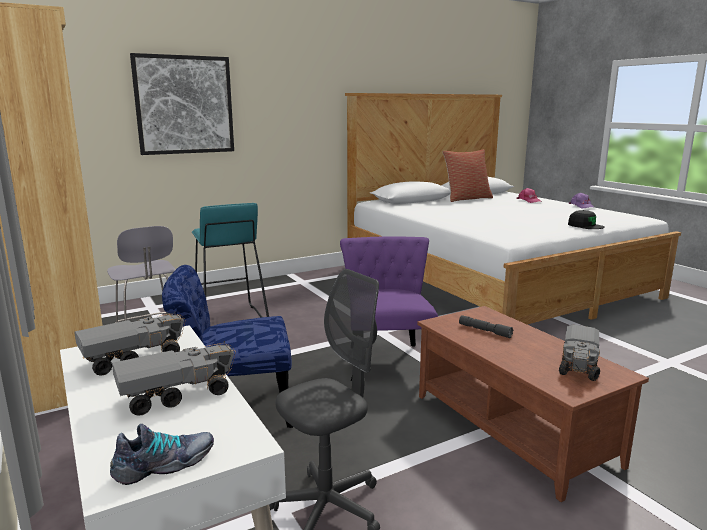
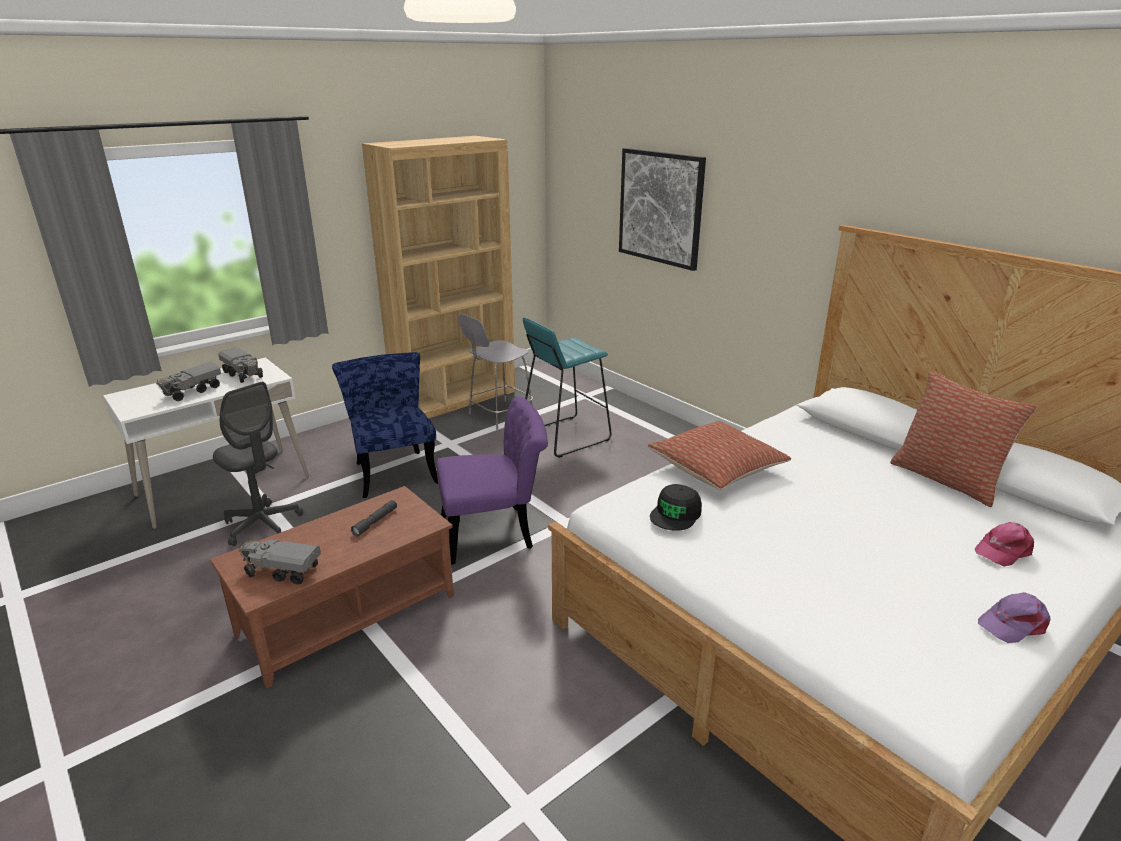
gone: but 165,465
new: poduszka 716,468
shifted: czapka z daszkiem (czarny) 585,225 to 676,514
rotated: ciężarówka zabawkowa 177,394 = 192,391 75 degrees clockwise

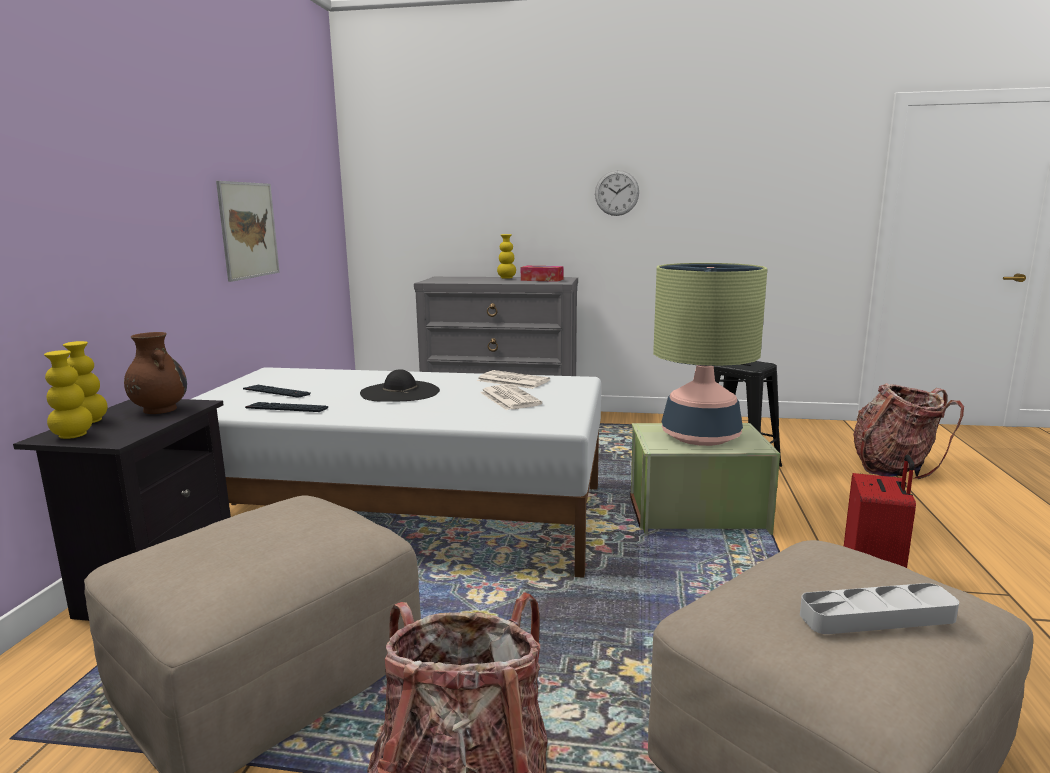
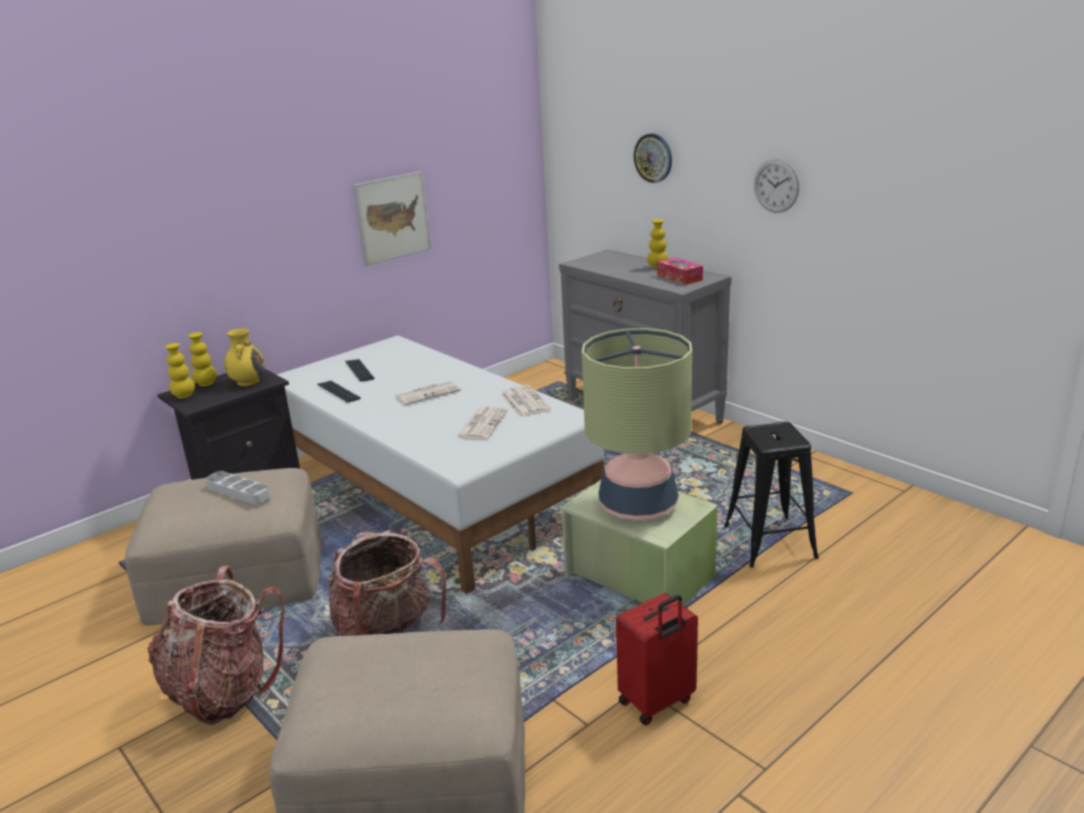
new: zegar ścienny 653,158
shifted: taca (szary) 877,616 to 238,491; plecak 893,467 to 387,632
swapped: kapelusz (czarny) 400,392 to gazeta 428,393
repainted: wazon (brązowy) 159,409 to wazon (żółty) 248,381

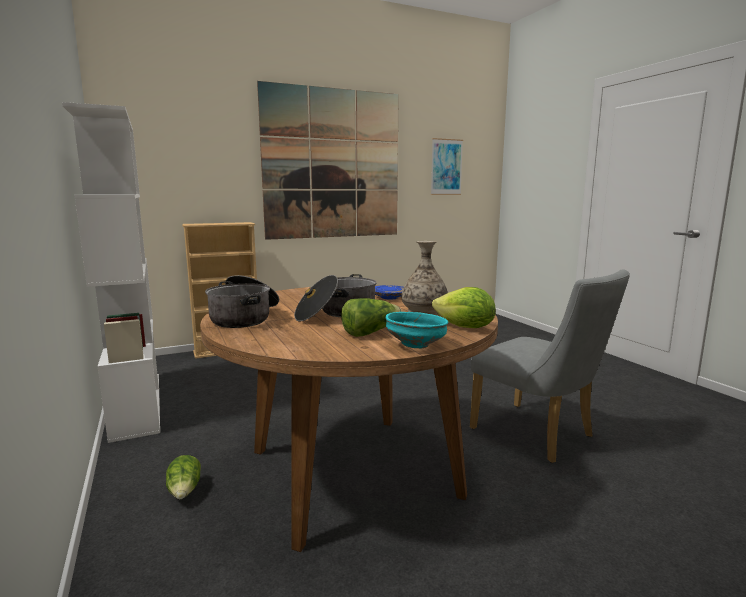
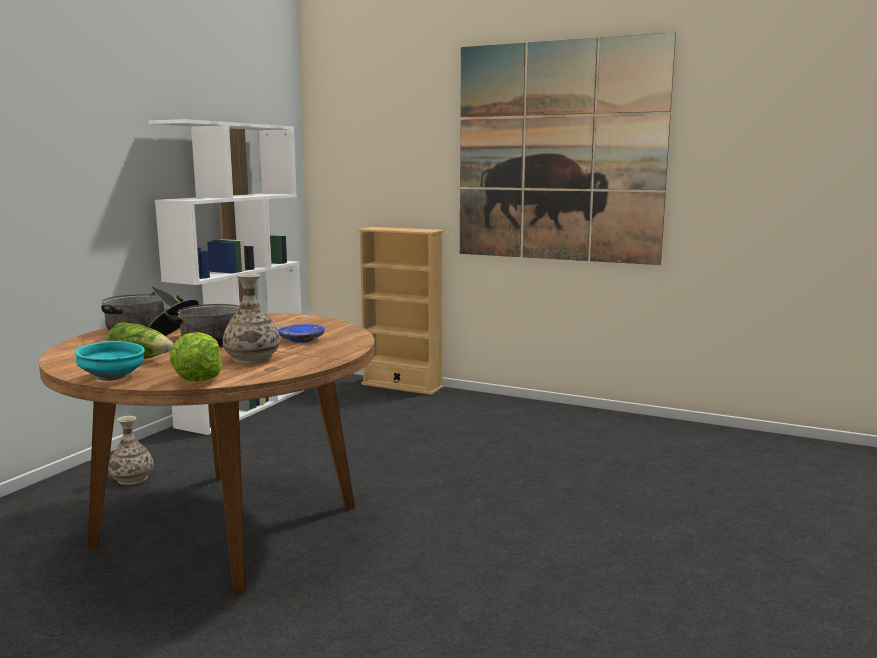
gone: obraz 446,167; krzesło (szary) 539,435
swapped: sałata 185,491 to wazon 132,479

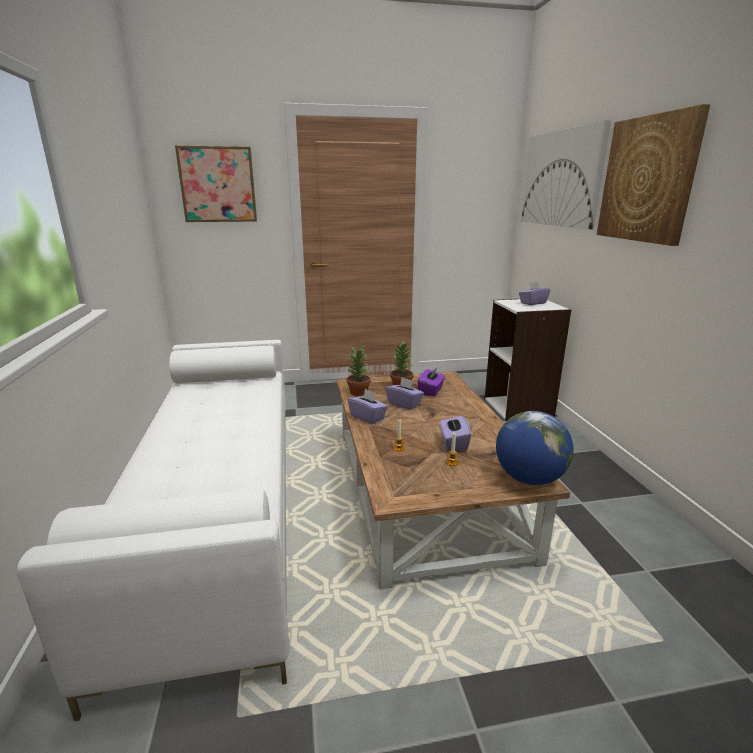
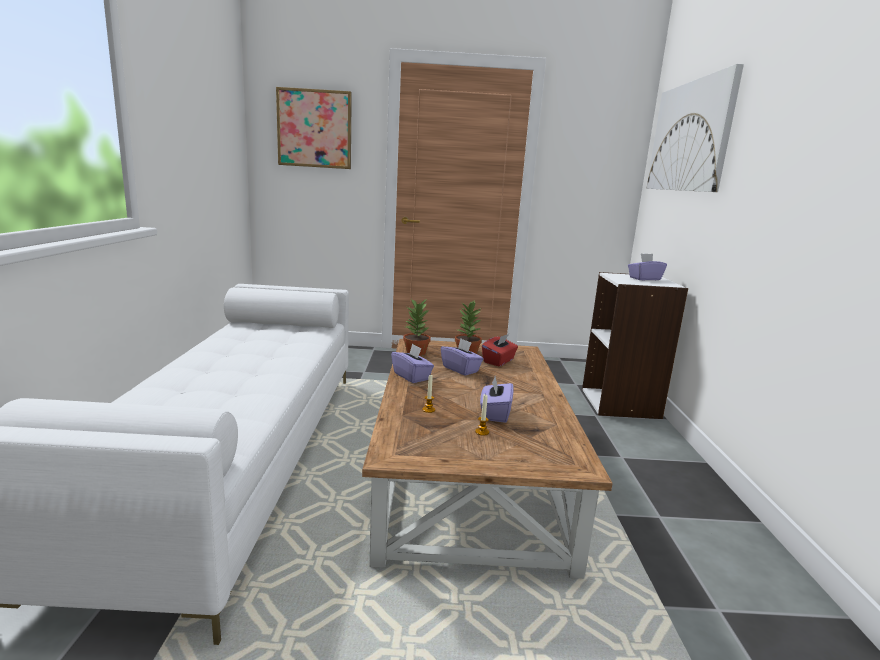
gone: globus 529,478; obraz 648,179
repainted: pudełko chusteczek (fioletowy) 431,391 to pudełko chusteczek (czerwony) 499,361

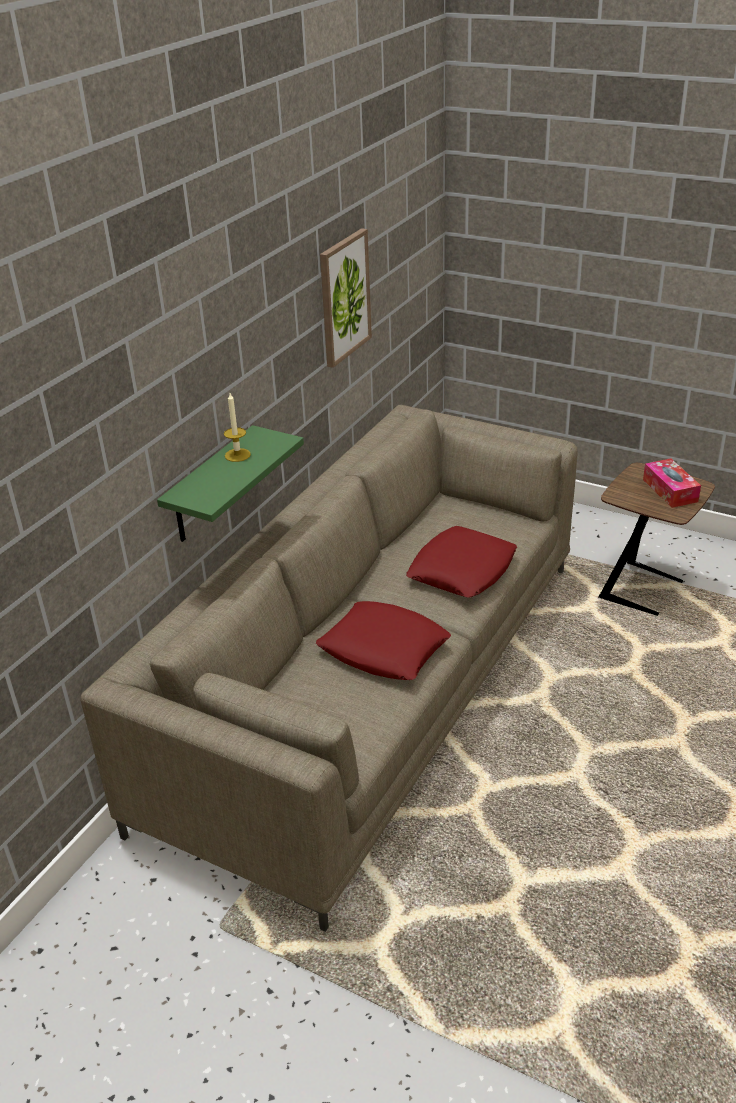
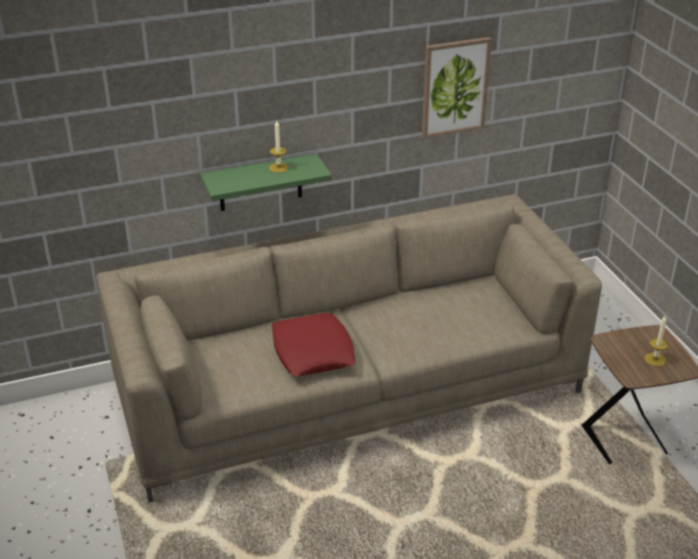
gone: poduszka (czerwony) 462,570
swapped: pudełko chusteczek 670,490 to świeca 655,359

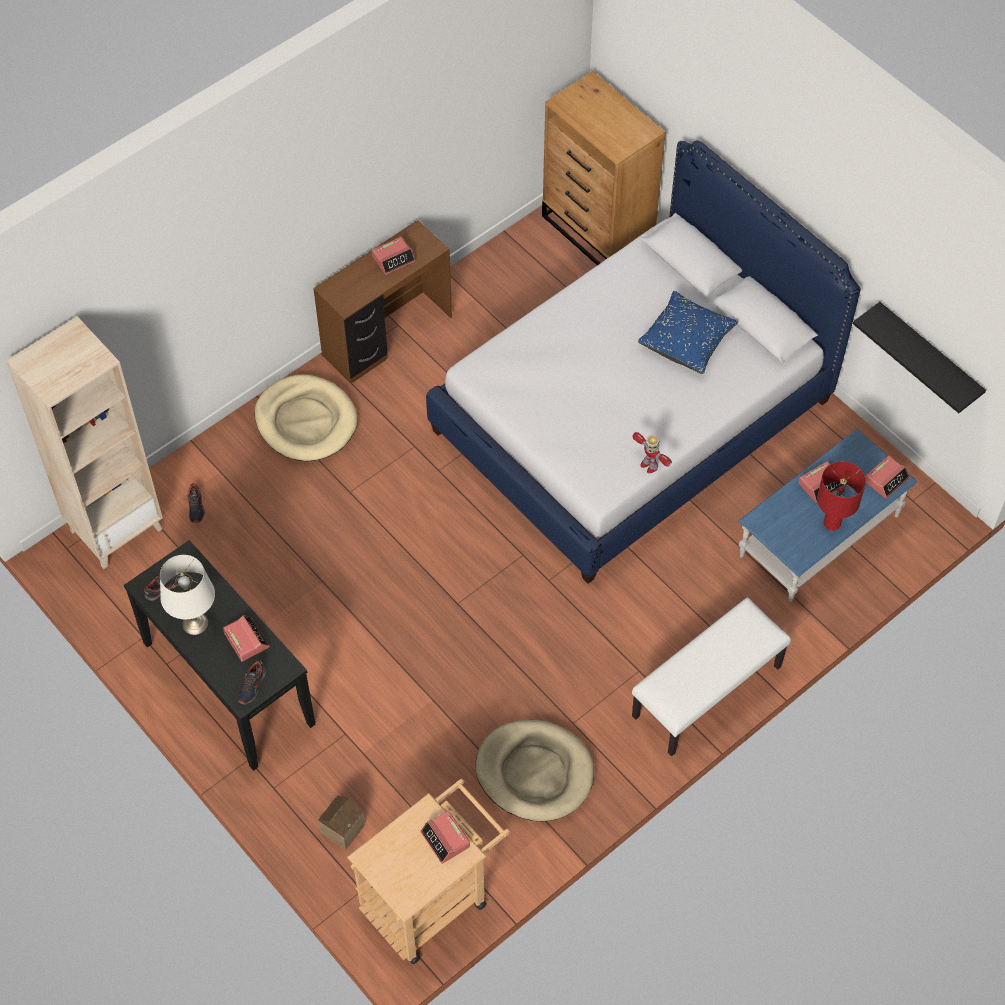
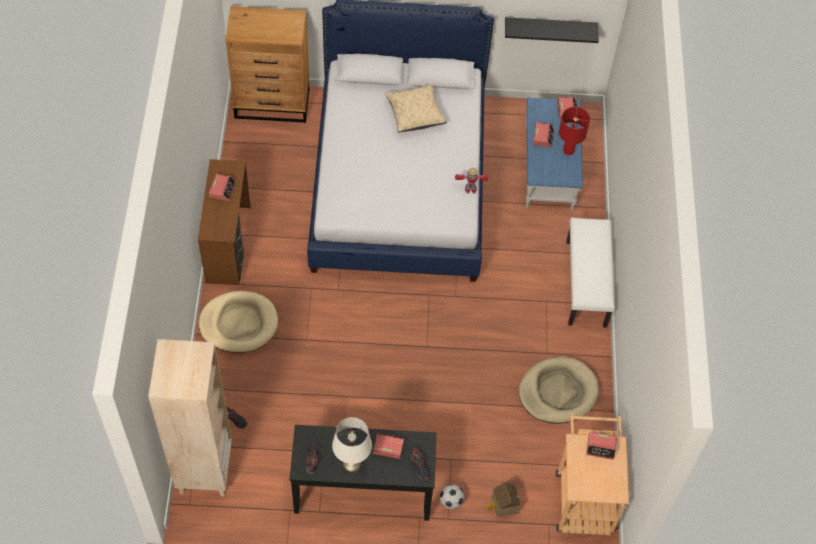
new: piłka futbolowa 451,501
repainted: poduszka (niebieski) 686,341 to poduszka (beżowy) 415,114

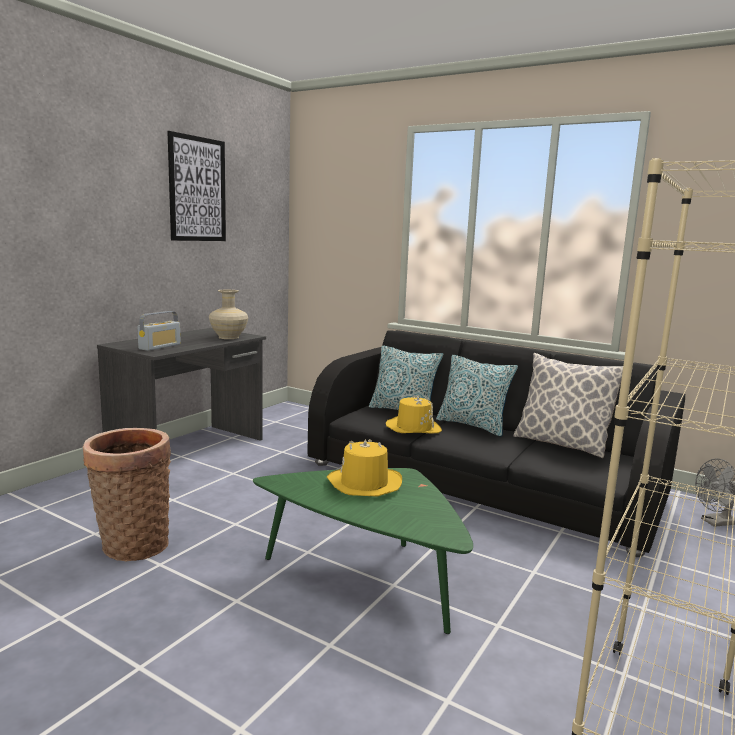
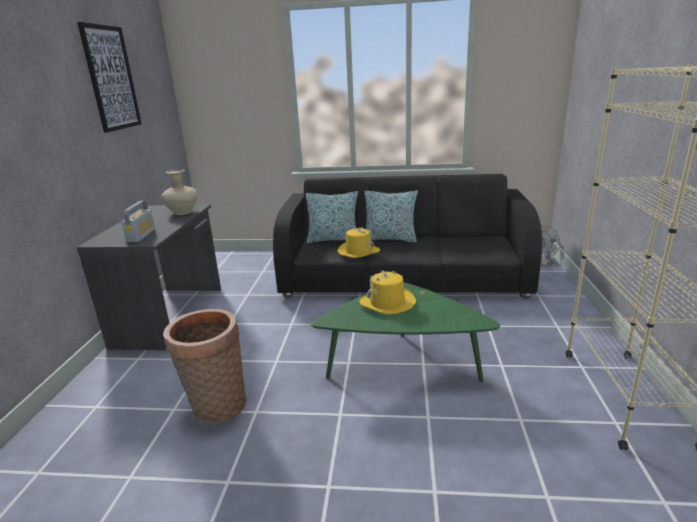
gone: poduszka 561,444

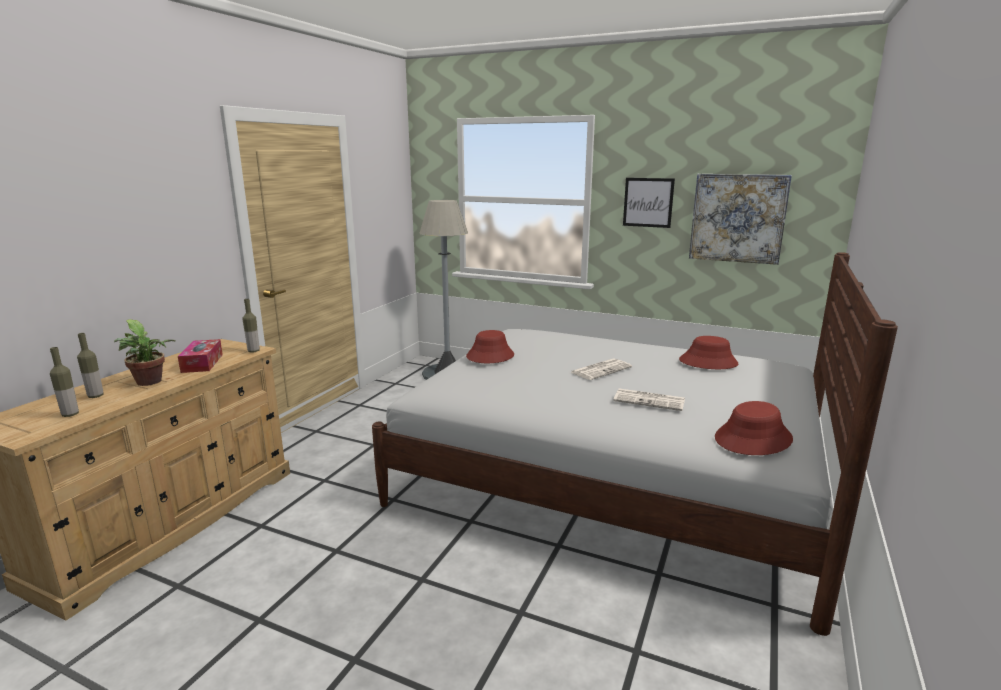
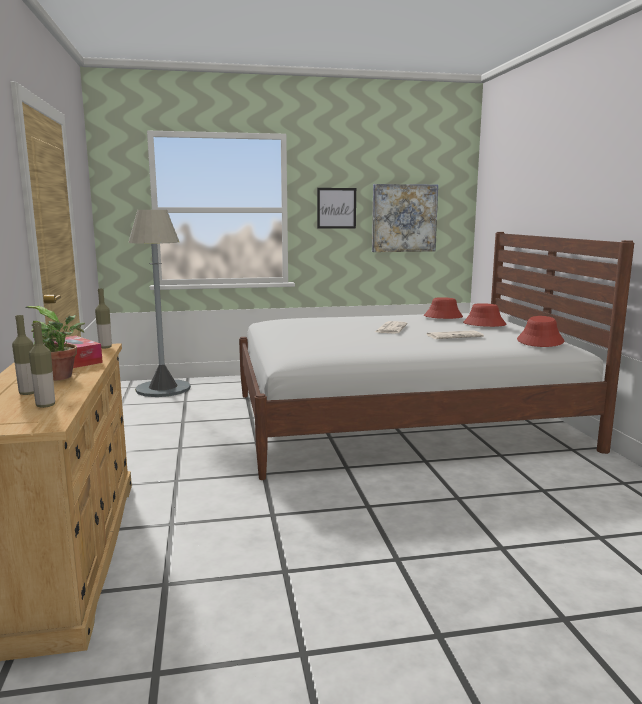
shifted: kapelusz (czerwony) 490,356 to 484,324

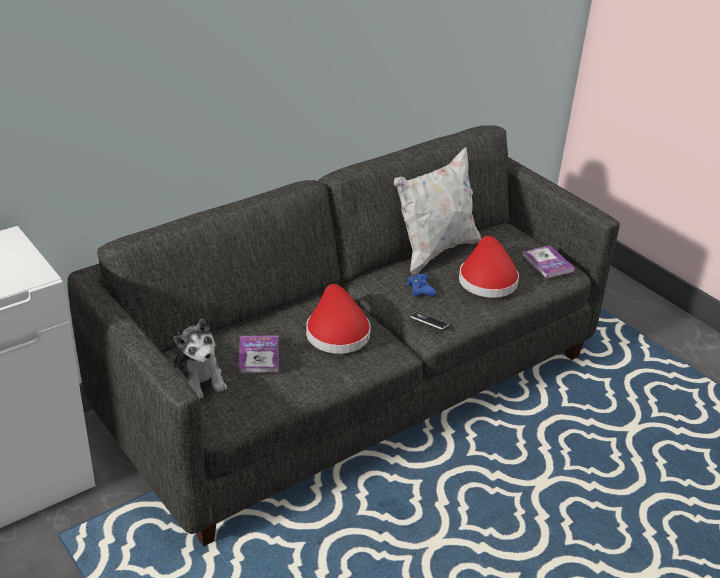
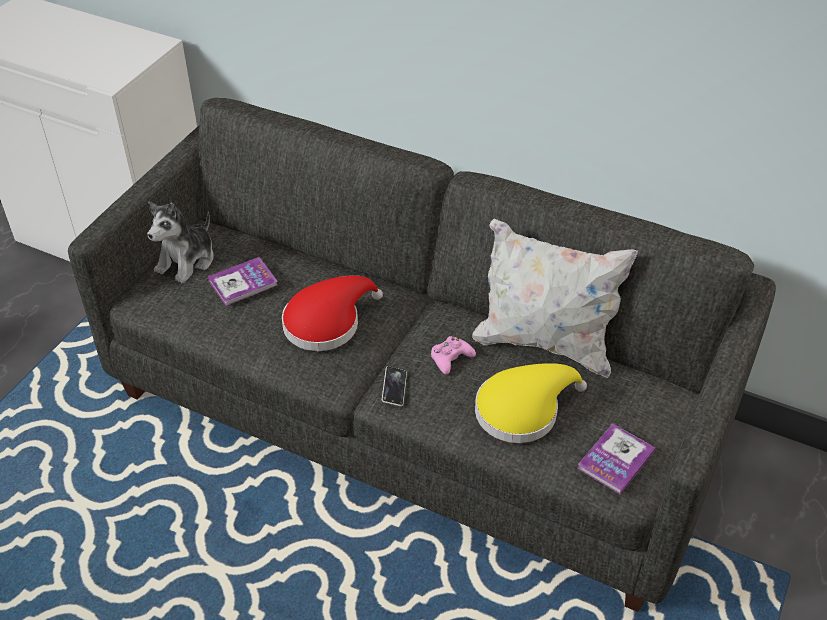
repainted: pad do gier (niebieski) 420,289 to pad do gier (różowy) 450,358; kapelusz (czerwony) 487,279 to kapelusz (żółty) 522,409

